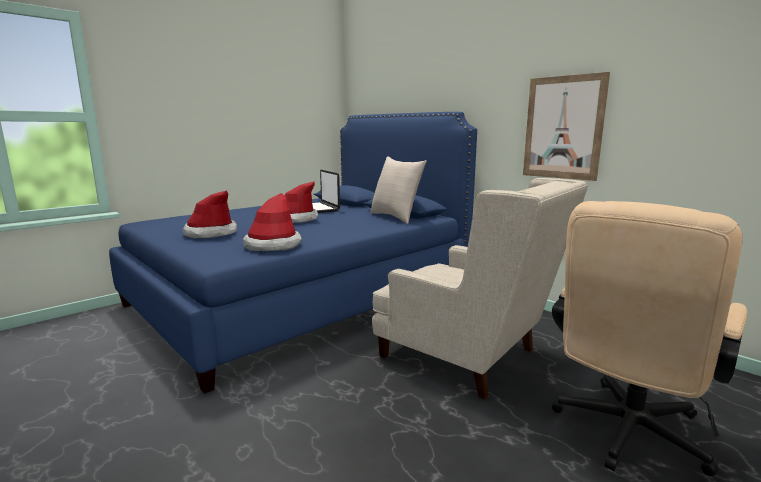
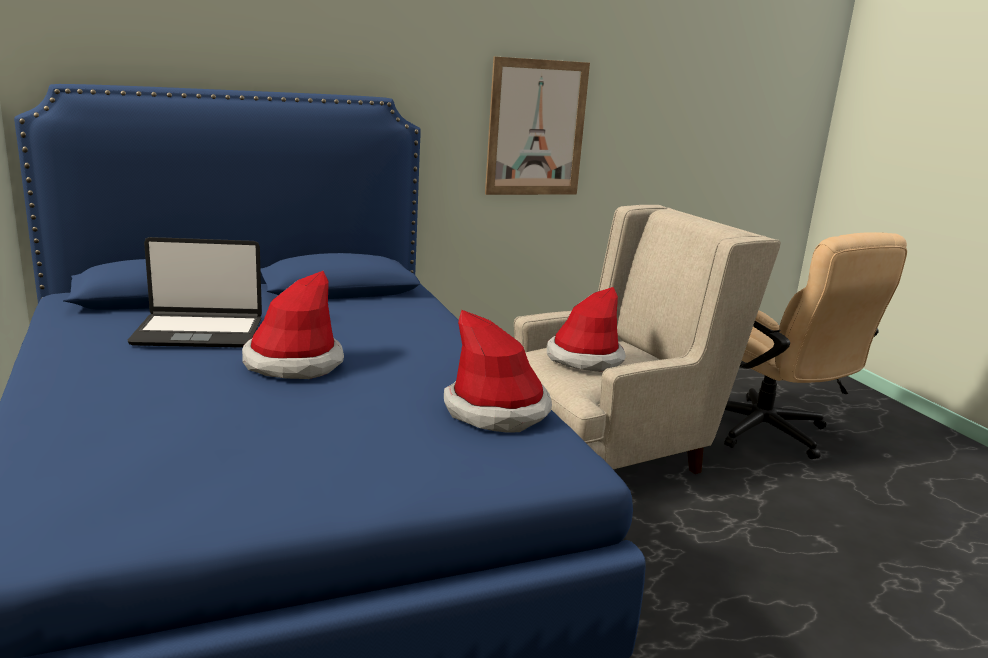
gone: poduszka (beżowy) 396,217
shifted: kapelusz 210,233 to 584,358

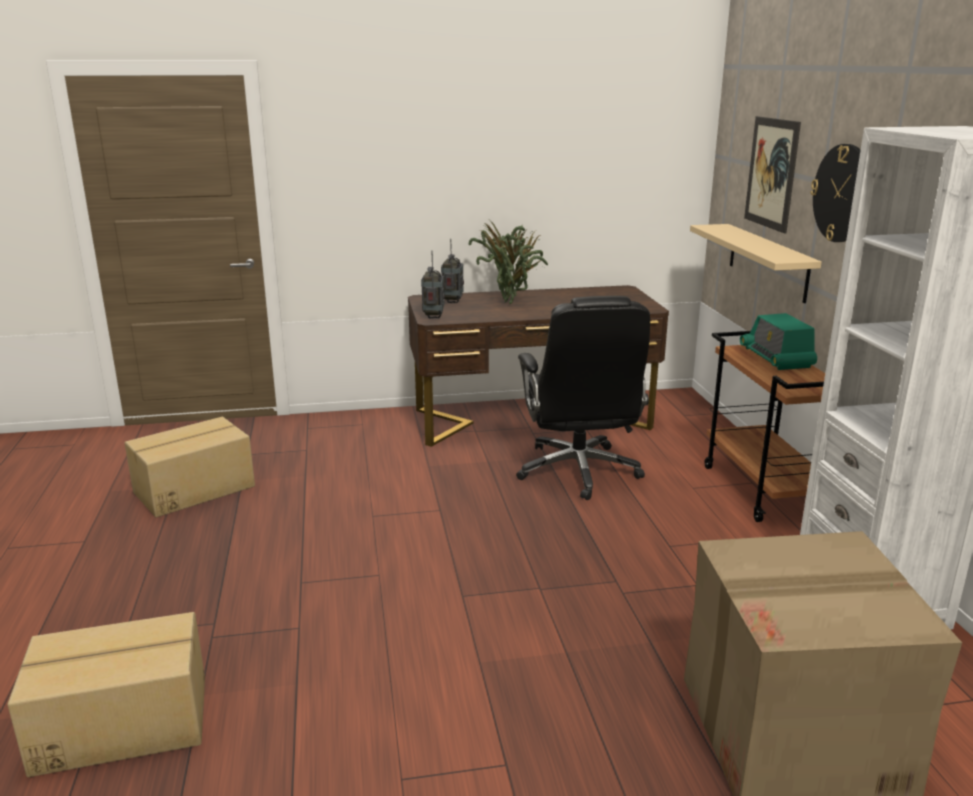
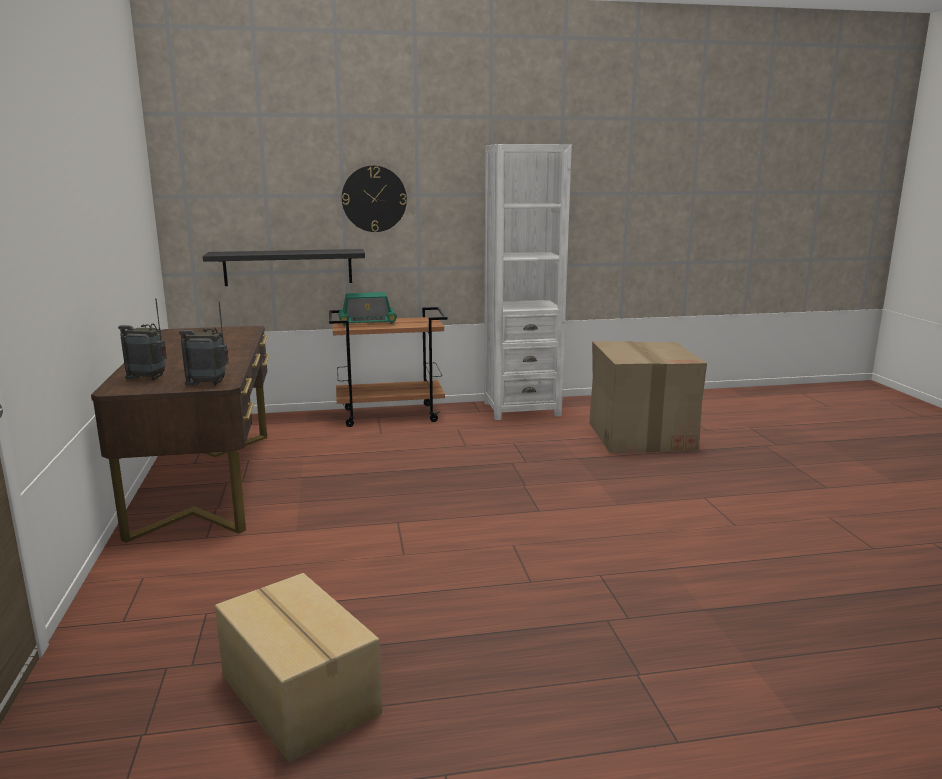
gone: karton 122,723; roślina doniczkowa 510,301; krzesło biurowe (czarny) 578,471; obraz 771,173
repainted: półka (beżowy) 767,261 to półka (czarny) 288,267

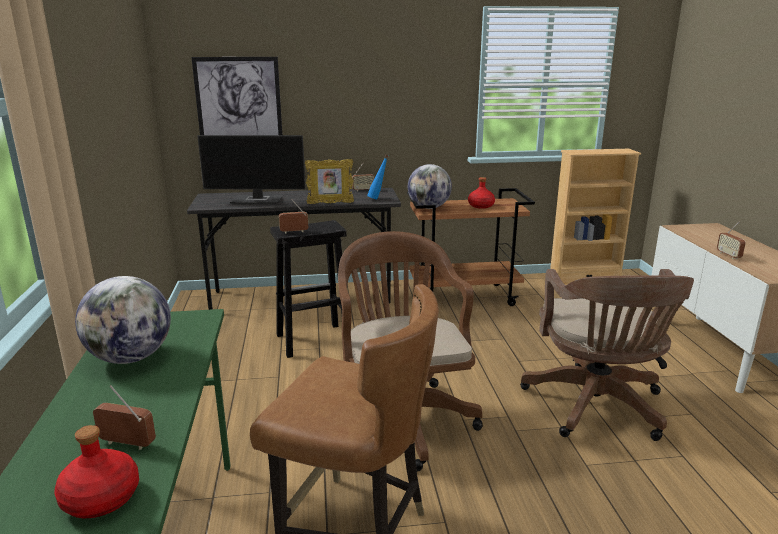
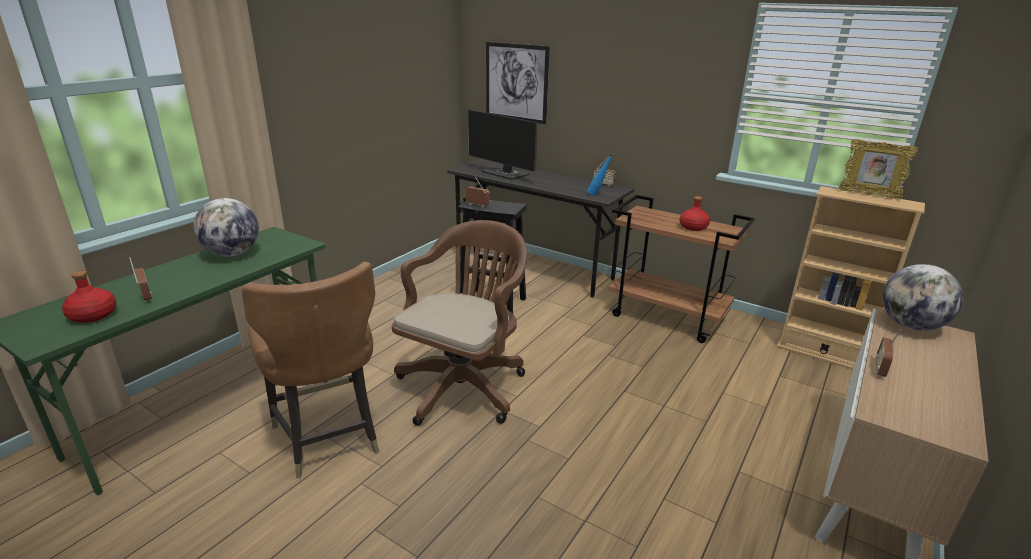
gone: krzesło biurowe (brązowy) 597,408
shifted: ramka na zdjęcie 330,203 to 868,195; globus 429,208 to 911,326

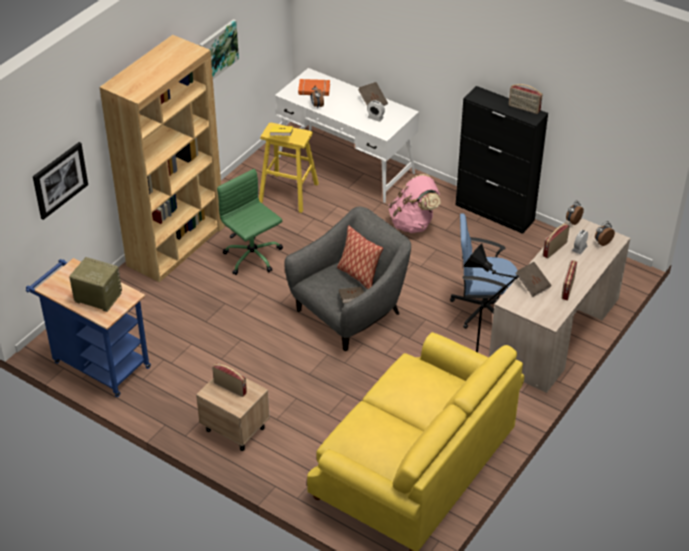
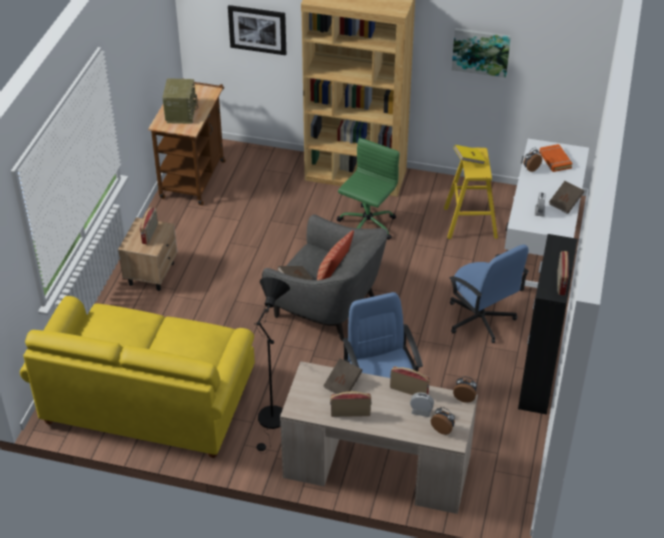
swapped: plecak (różowy) 413,223 to krzesło biurowe (niebieski) 480,319
repainted: wózek (niebieski) 97,363 to wózek (brązowy) 194,176

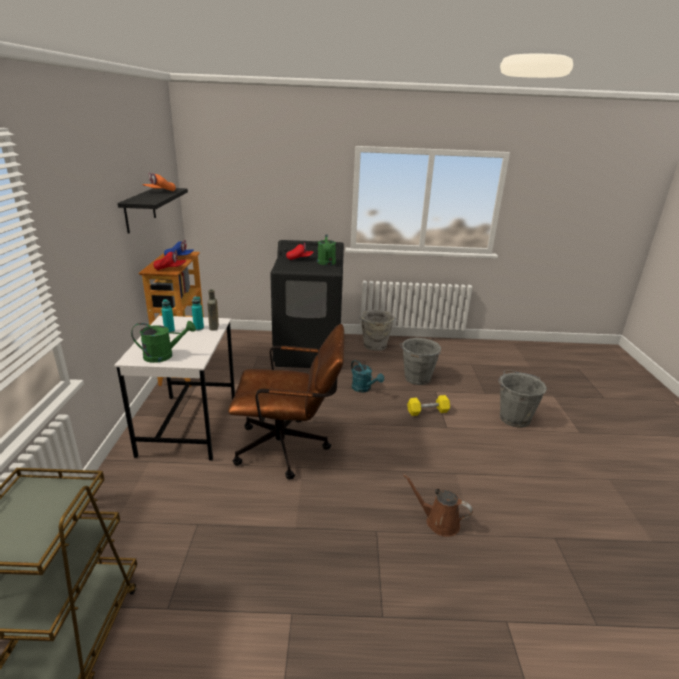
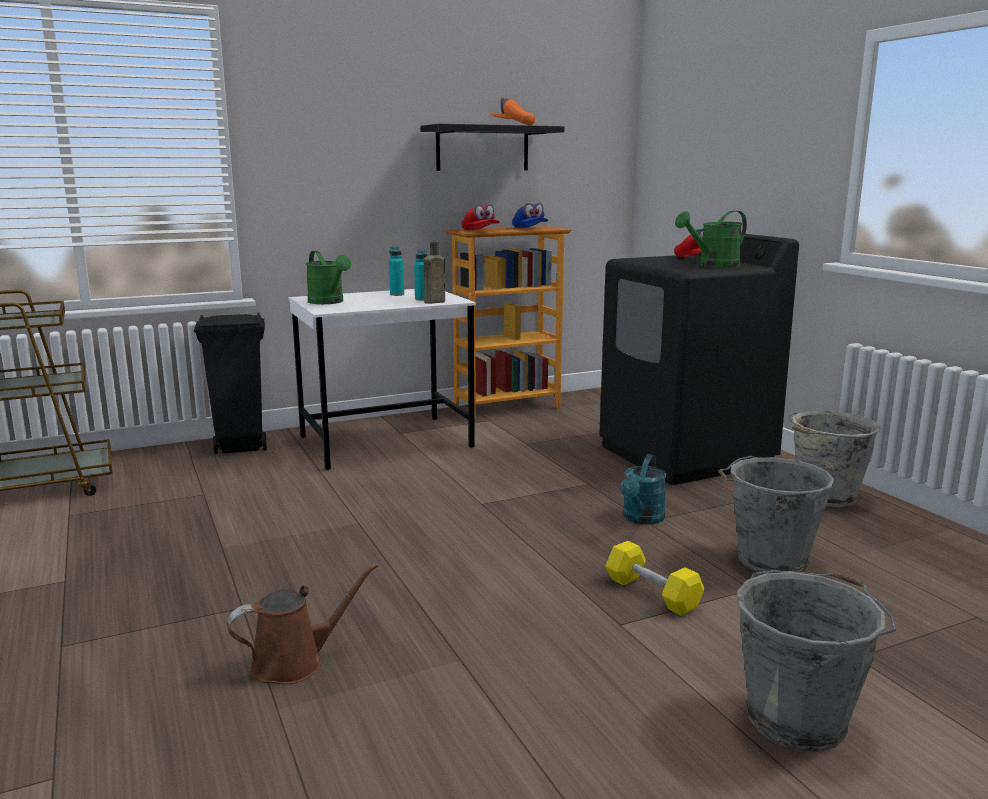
gone: krzesło biurowe (brązowy) 290,448
new: kosz na śmieci (czarny) 240,448
rotated: konewka (brązowy) 439,522 = 294,662 60 degrees clockwise

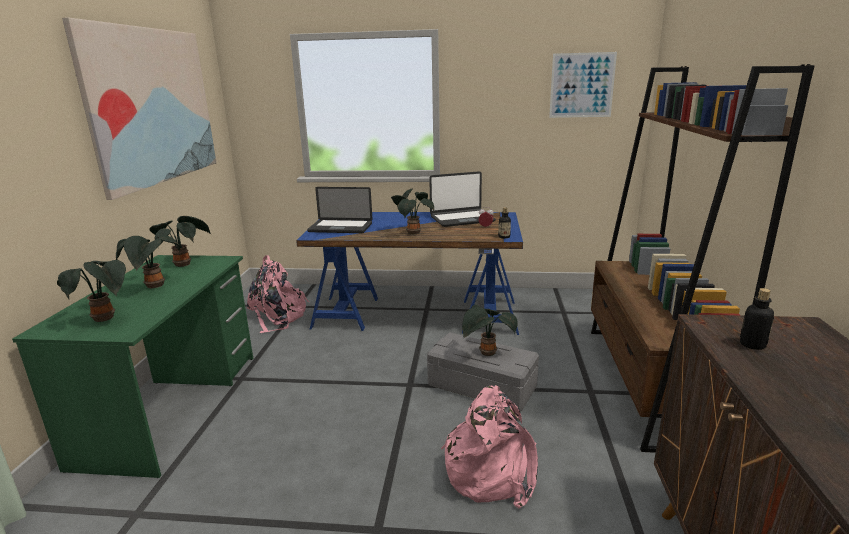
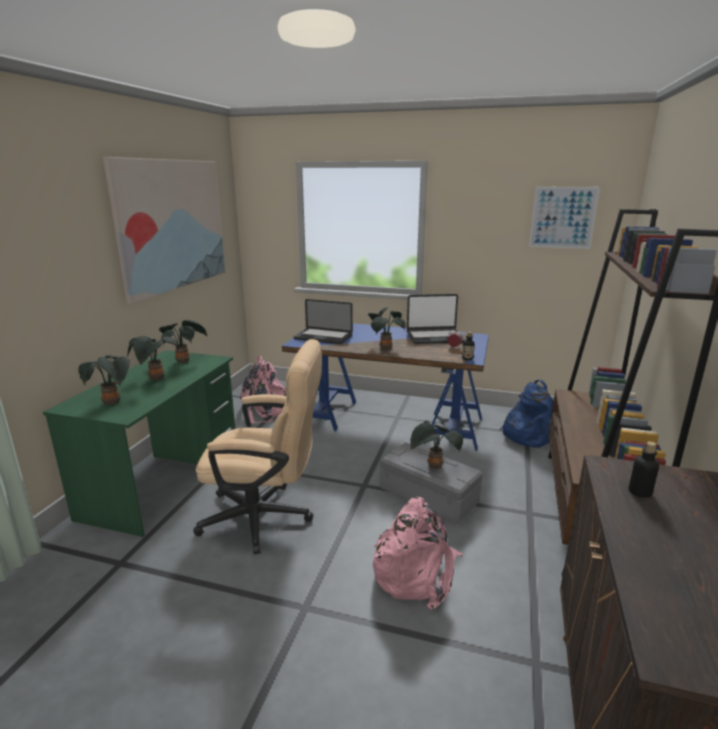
new: krzesło biurowe (beżowy) 266,518; plecak (niebieski) 528,434

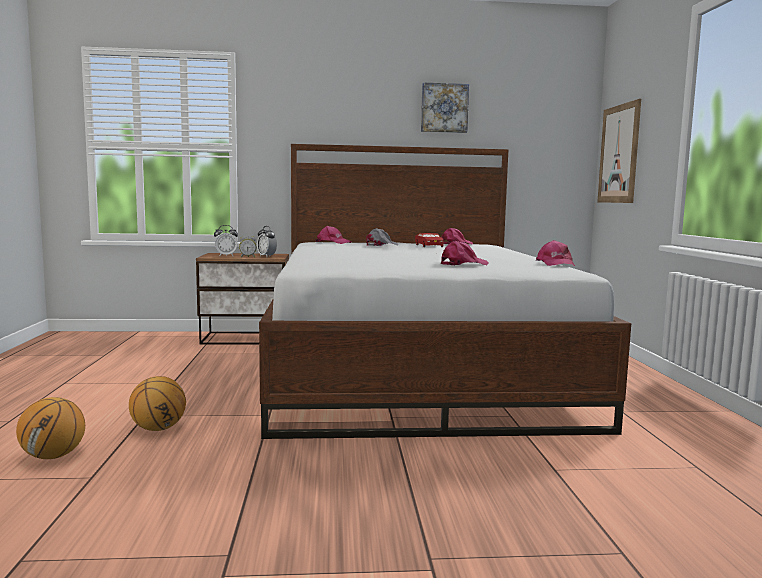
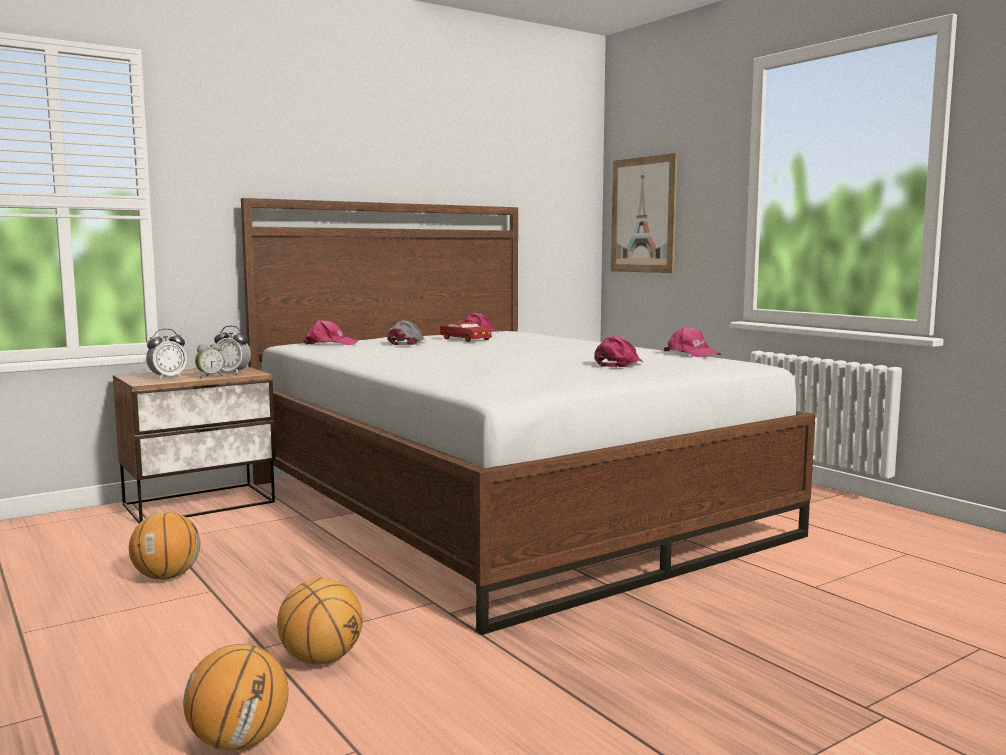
gone: obraz 444,108
new: piłka do koszykówki 167,577

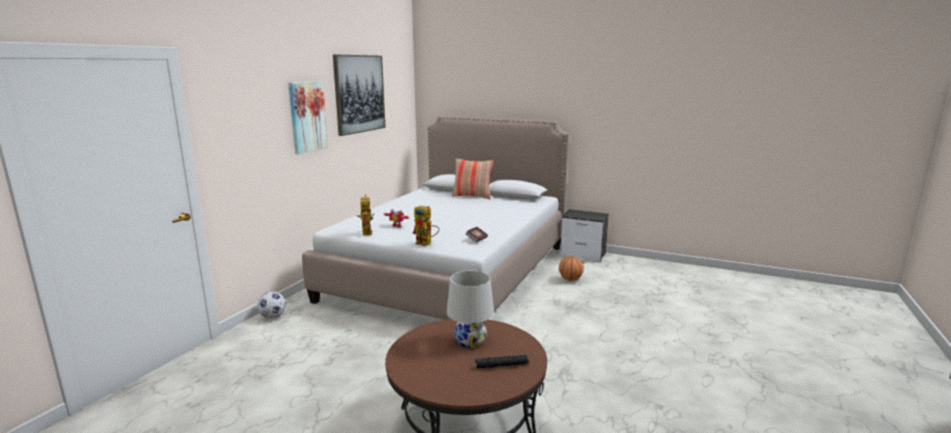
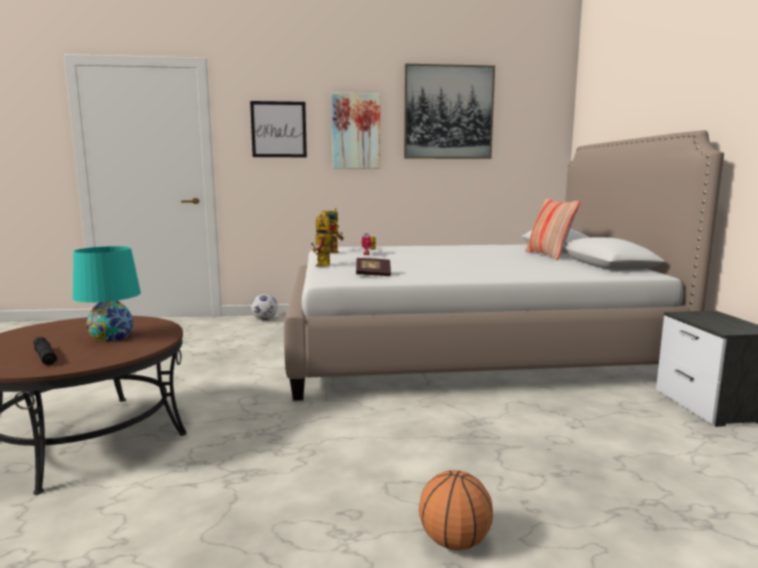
new: obraz 279,129
shifted: piłka do koszykówki 570,279 to 454,541
repainted: lampa stołowa (biały) 470,342 to lampa stołowa (turkusowy) 111,337

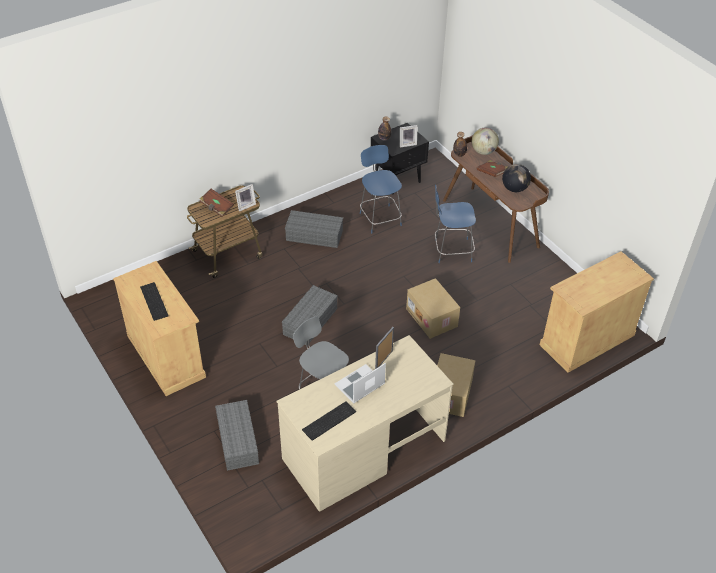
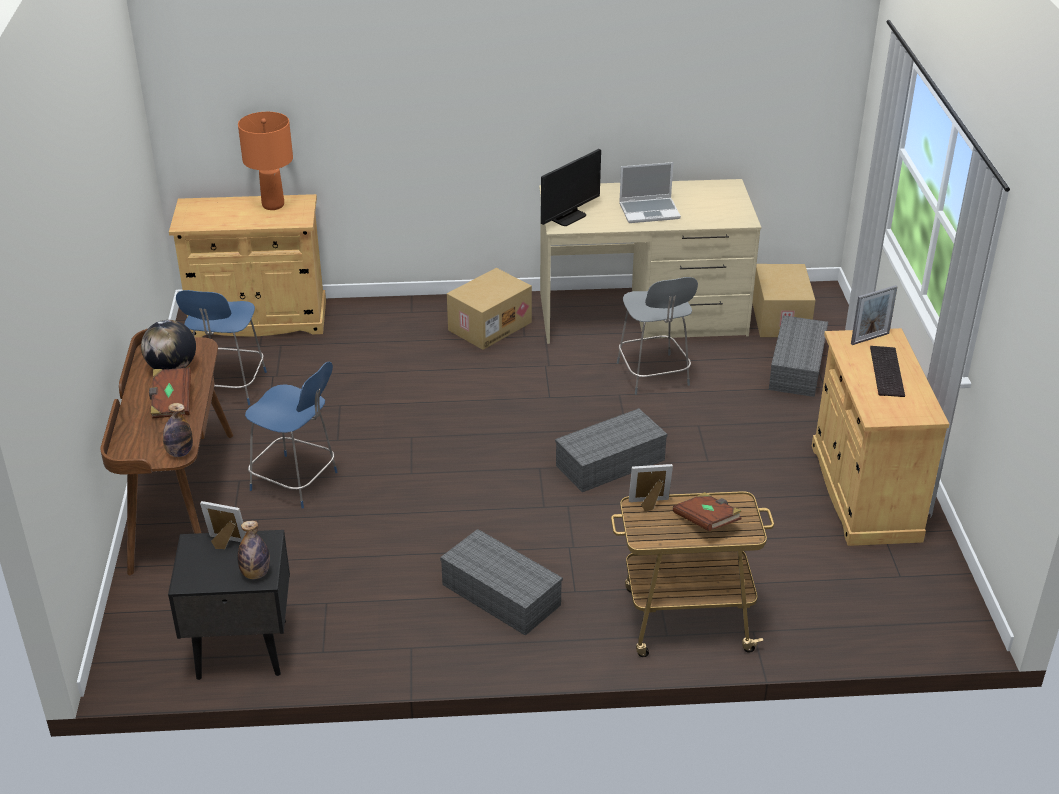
gone: klawiatura 329,422; globus 483,151
new: lampa stołowa (pomarańczowy) 273,205; monitor 568,217
shifted: krzesło (niebieski) 379,218 to 229,387; ramka na zdjęcie 383,360 to 870,338; karton 432,317 to 779,318

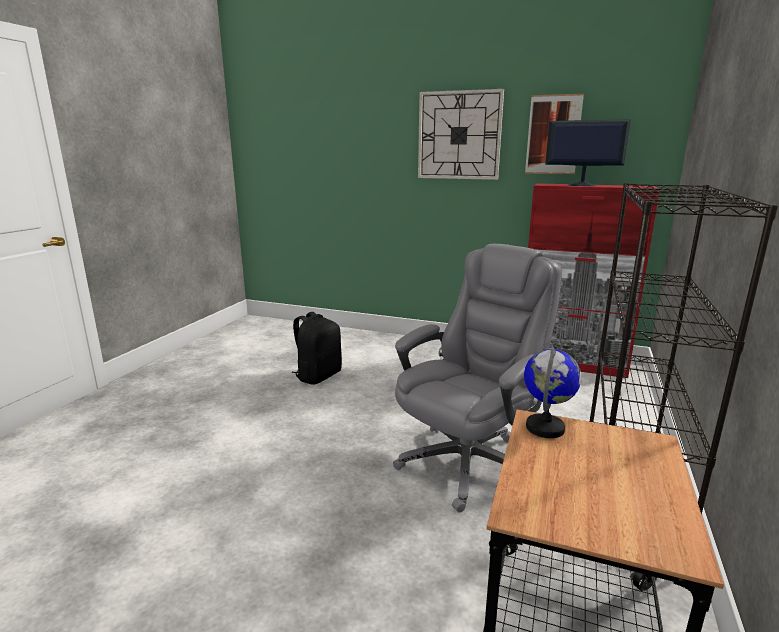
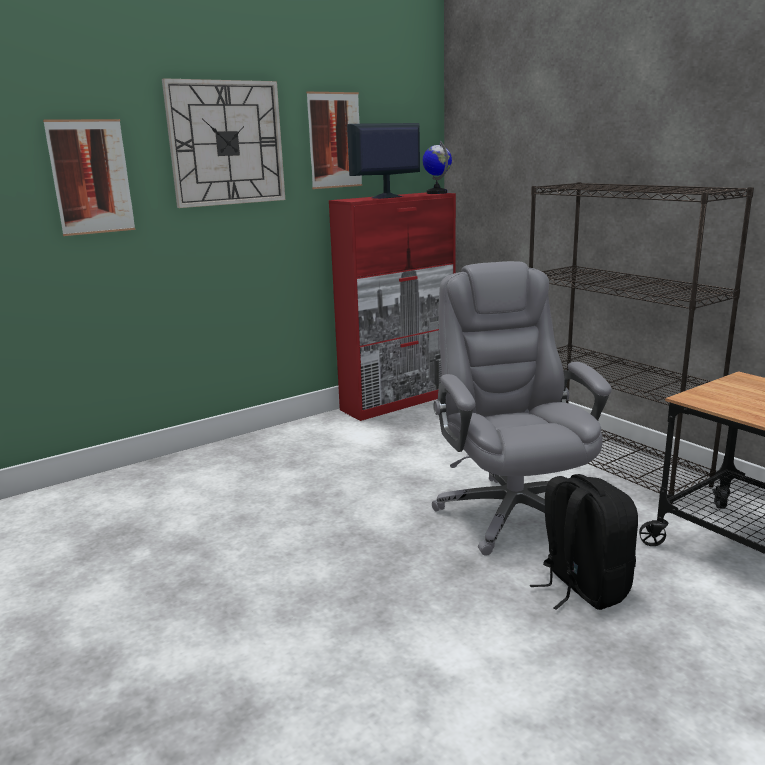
new: obraz 91,177
shifted: plecak (czarny) 318,376 to 582,587; globus 545,428 to 437,193

